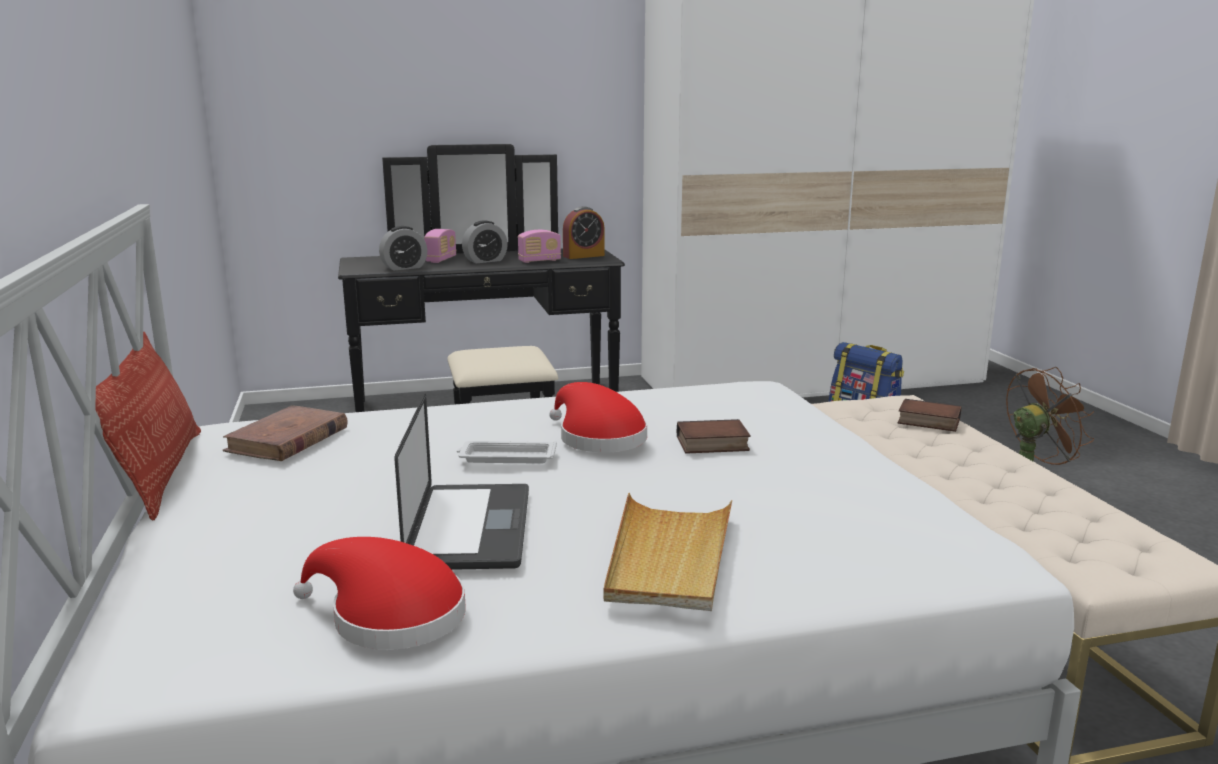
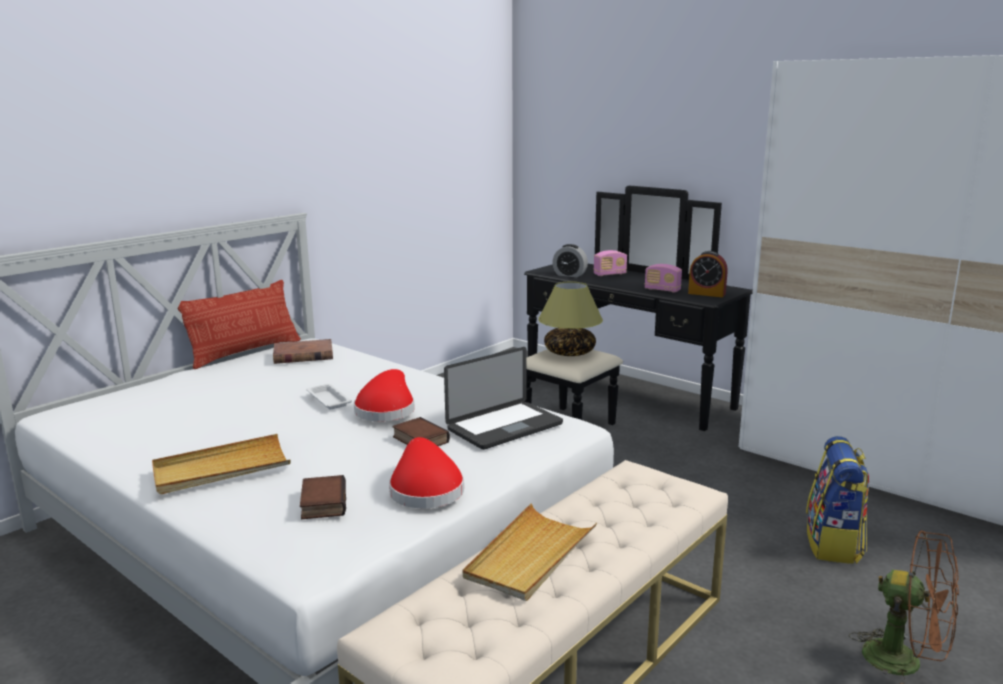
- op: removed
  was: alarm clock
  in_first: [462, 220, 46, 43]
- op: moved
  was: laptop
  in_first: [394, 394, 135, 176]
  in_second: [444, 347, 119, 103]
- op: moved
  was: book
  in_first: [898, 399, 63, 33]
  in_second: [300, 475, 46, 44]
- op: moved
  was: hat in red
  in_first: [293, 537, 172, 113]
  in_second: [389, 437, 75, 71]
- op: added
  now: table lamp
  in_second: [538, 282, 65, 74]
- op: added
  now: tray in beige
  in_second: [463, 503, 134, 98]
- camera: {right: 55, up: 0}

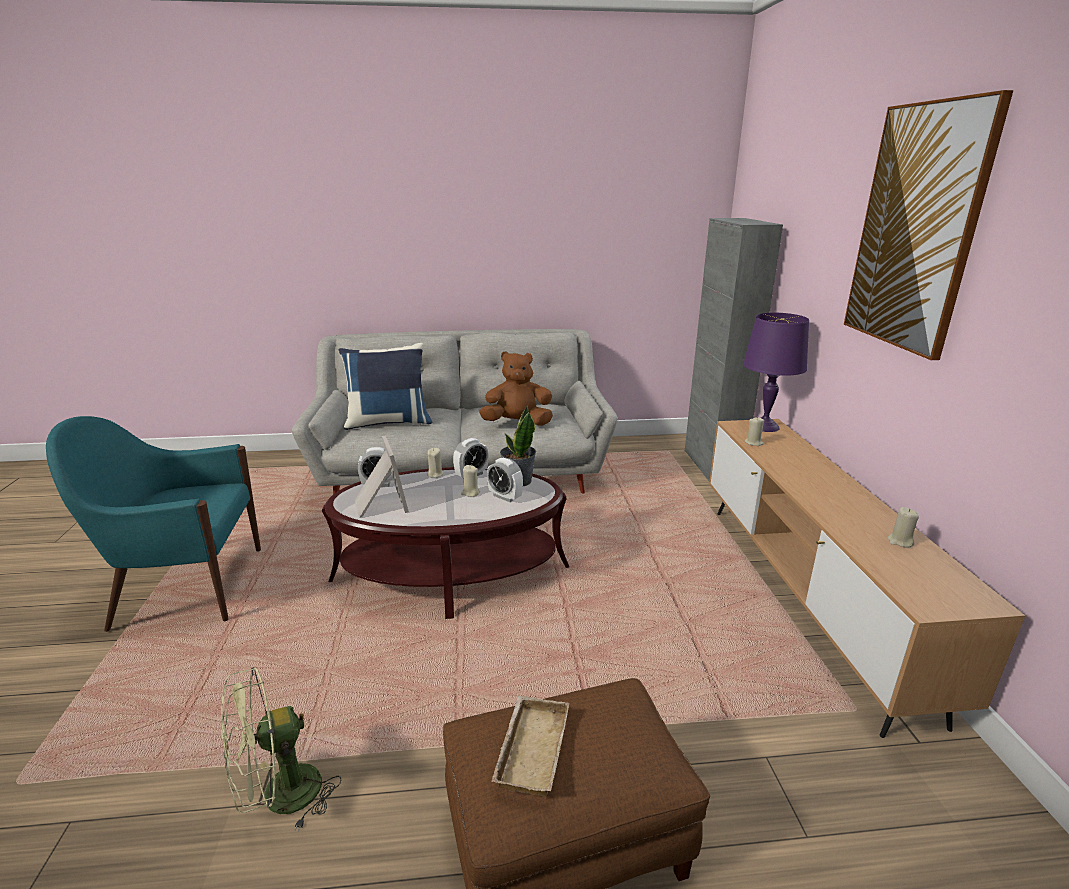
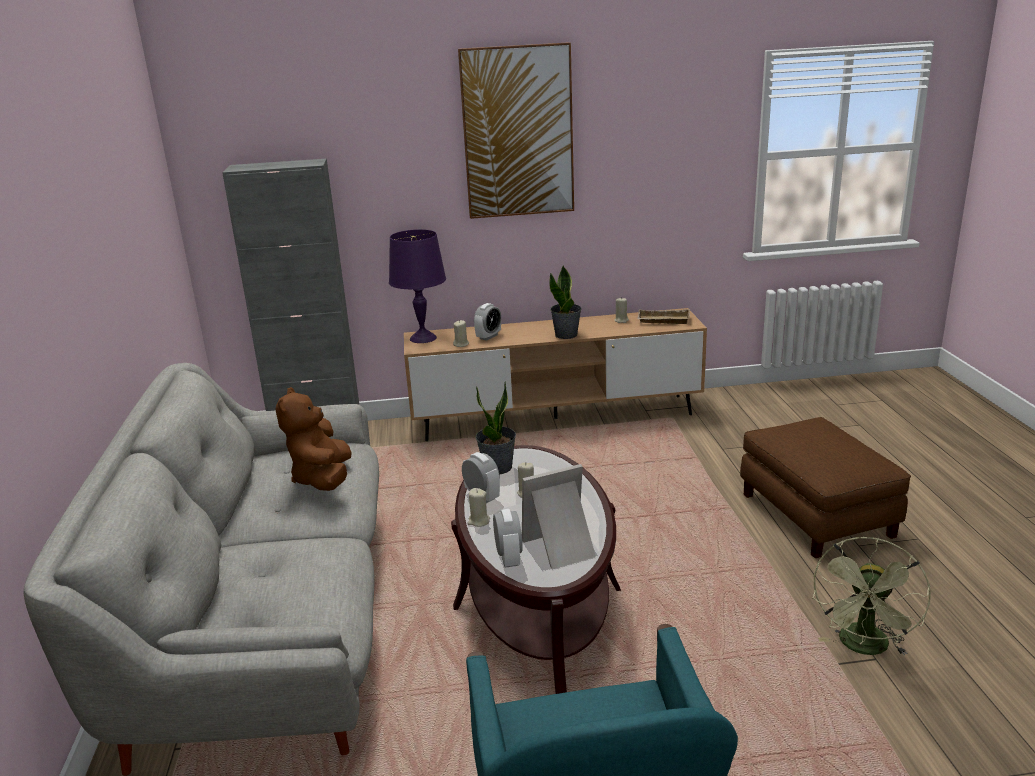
- op: removed
  was: pillow in blue
  in_first: [339, 343, 93, 87]
- op: moved
  was: alarm clock
  in_first: [487, 458, 36, 44]
  in_second: [474, 303, 27, 38]
- op: turned
  was: fan in green
  in_first: [221, 667, 120, 165]
  in_second: [813, 537, 118, 118]
  clockwise: 60
- op: moved
  was: tray in beige
  in_first: [491, 696, 79, 100]
  in_second: [637, 309, 53, 15]
- op: added
  now: potted plant
  in_second: [549, 265, 32, 74]
- camera: {right: -90, up: 0}

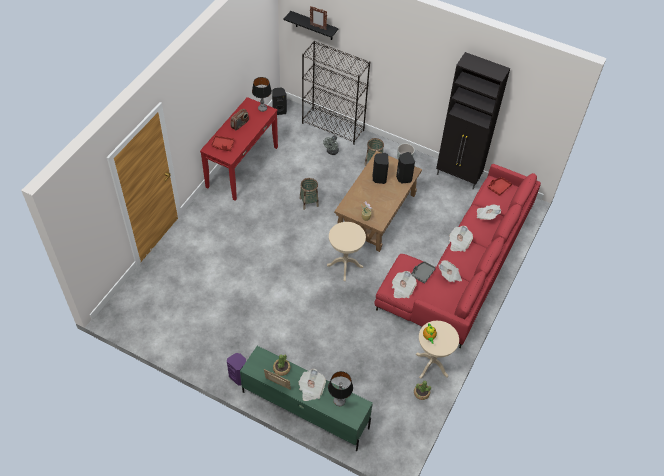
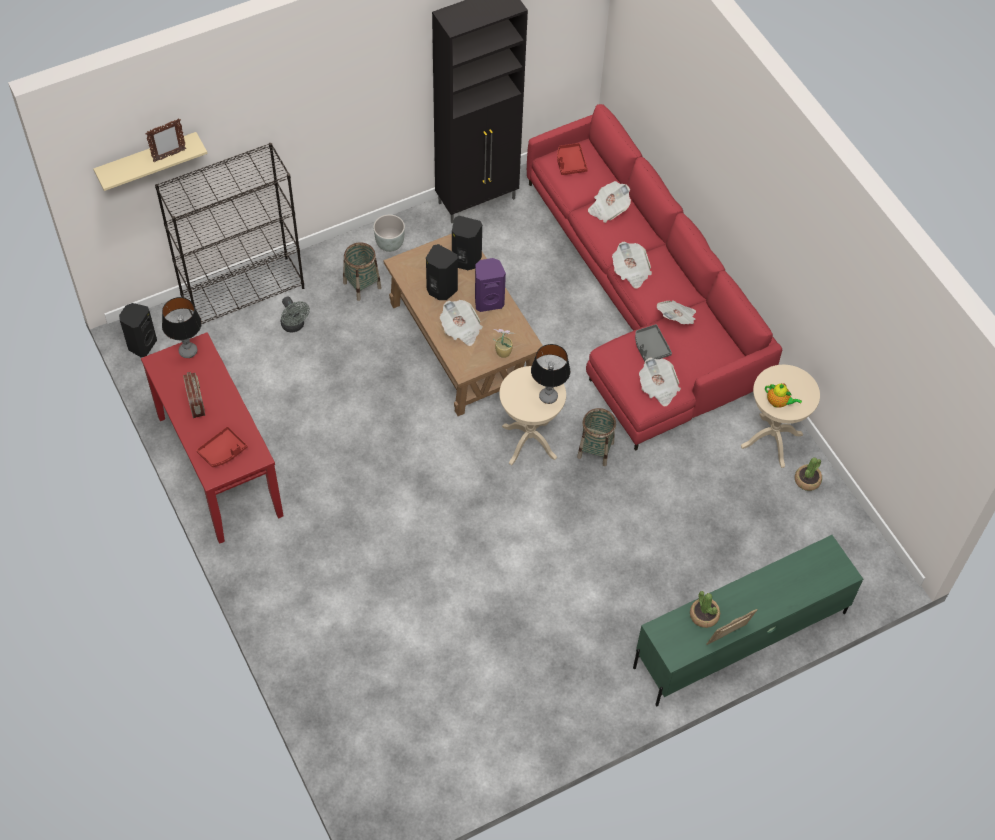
- op: recoloured
  was: shelf in black
  now: shelf in beige
  in_first: [283, 11, 56, 29]
  in_second: [93, 132, 114, 59]
- op: moved
  was: basket
  in_first: [300, 178, 19, 32]
  in_second: [577, 408, 39, 58]
- op: moved
  was: speaker in purple
  in_first: [227, 353, 19, 33]
  in_second: [475, 258, 31, 54]
- op: moved
  was: newspaper
  in_first: [298, 369, 28, 32]
  in_second: [440, 300, 43, 46]
- op: moved
  was: table lamp
  in_first: [328, 371, 25, 35]
  in_second: [531, 344, 39, 60]
- camera: {right: -55, up: 5}

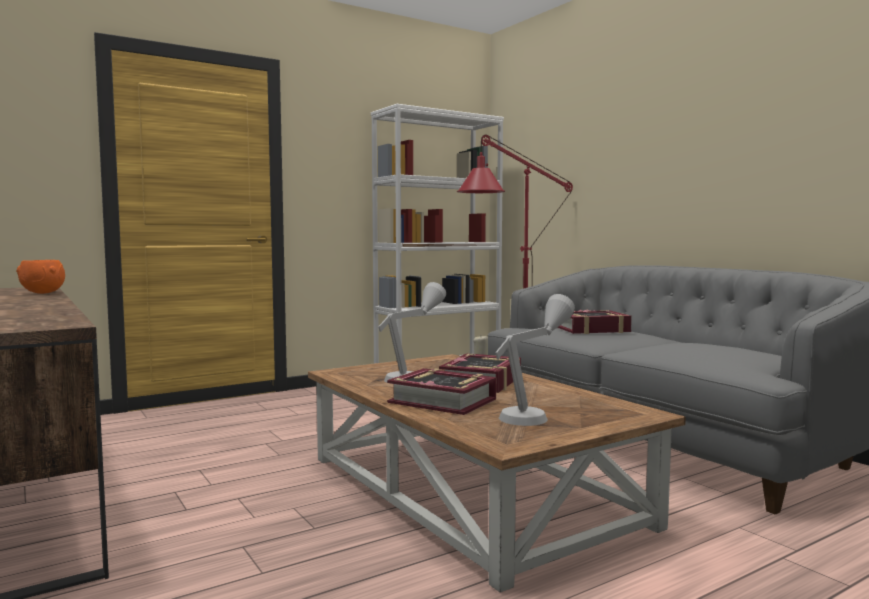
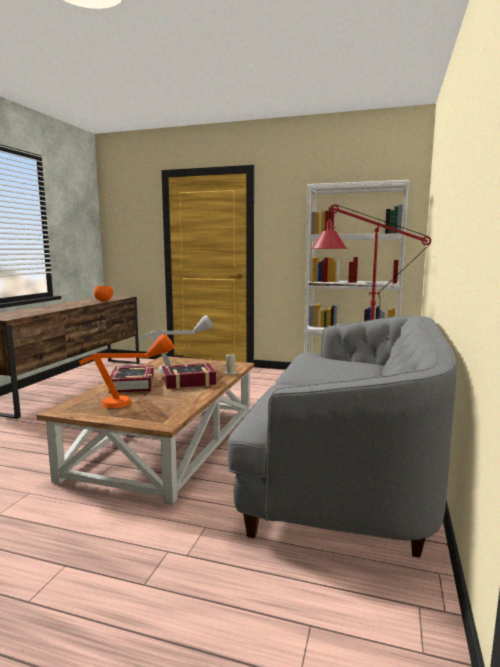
- op: recoloured
  was: table lamp in grey
  now: table lamp in orange
  in_first: [495, 294, 80, 132]
  in_second: [79, 334, 95, 74]
- op: removed
  was: book
  in_first: [557, 310, 75, 24]
- camera: {right: 50, up: 5}

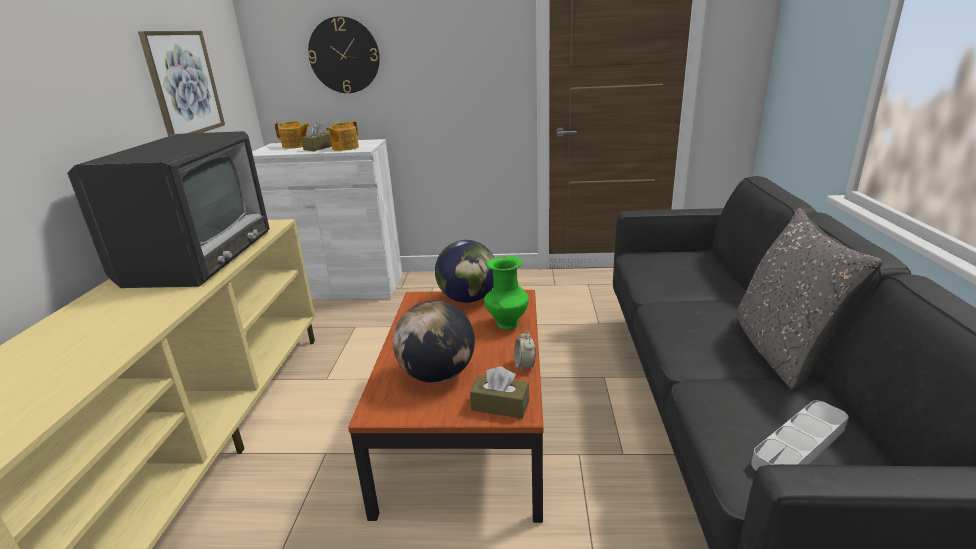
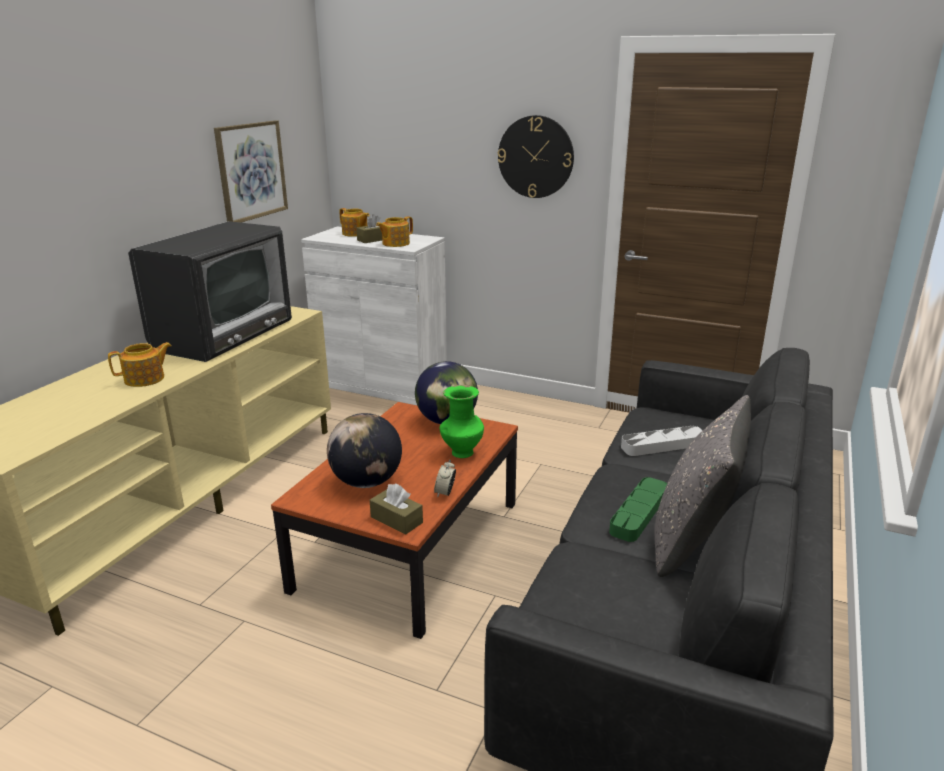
- op: moved
  was: wall clock
  in_first: [308, 16, 72, 77]
  in_second: [498, 115, 76, 83]
- op: moved
  was: tray in grey
  in_first: [751, 400, 97, 70]
  in_second: [621, 426, 82, 30]
- op: added
  now: teapot
  in_second: [108, 342, 64, 45]
- op: added
  now: tray in green
  in_second: [609, 477, 58, 65]
- camera: {right: 20, up: 0}

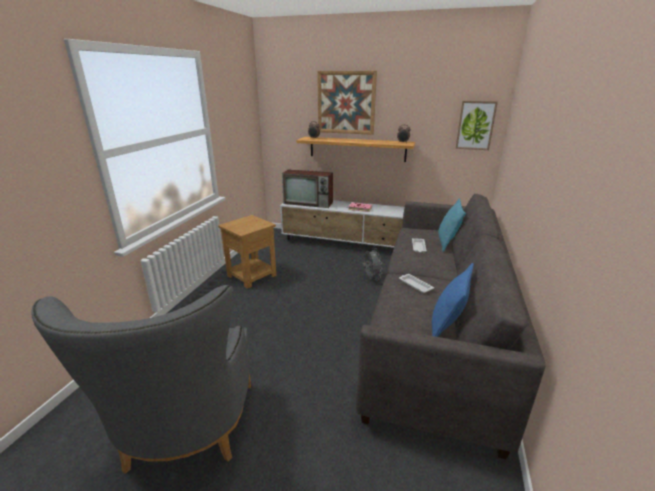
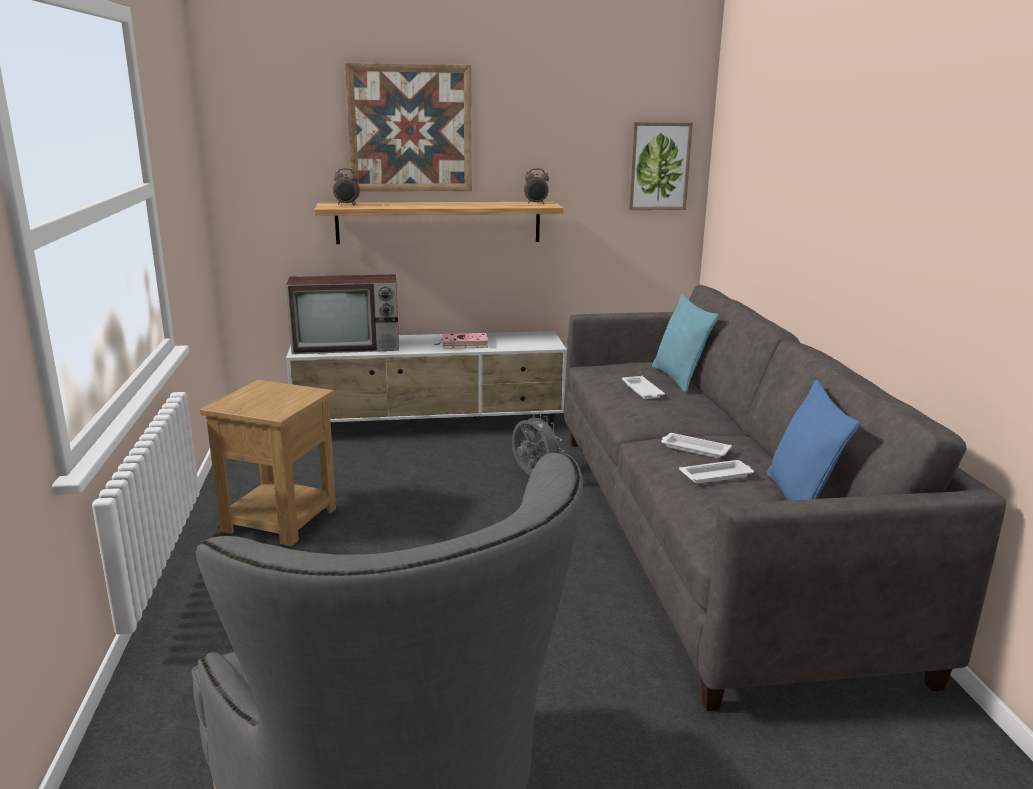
- op: added
  now: tray in white
  in_second: [679, 460, 75, 24]
- camera: {right: -25, up: -5}

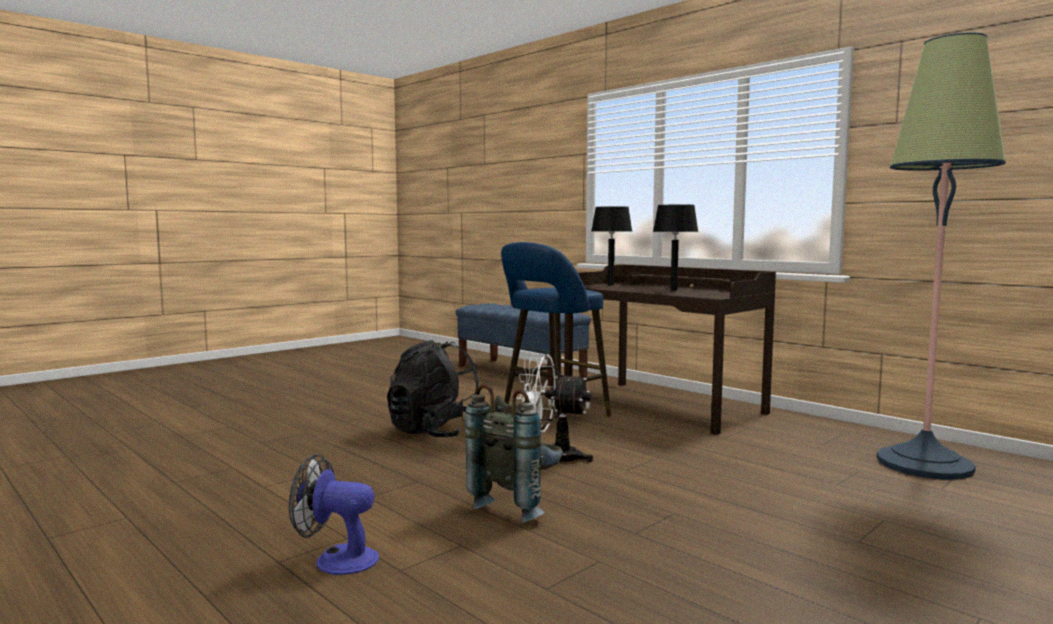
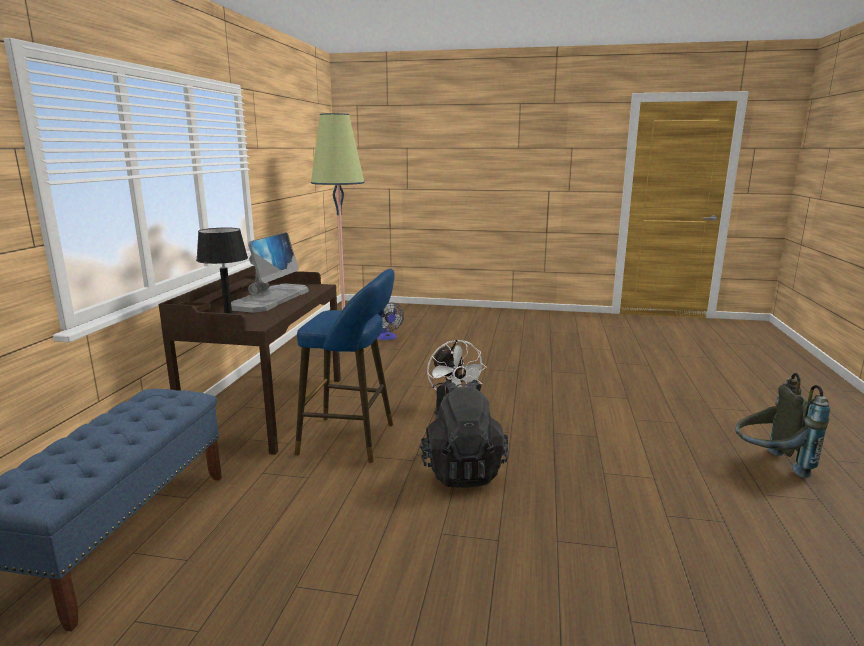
- op: replaced
  was: table lamp in black
  now: monitor
  in_first: [653, 204, 45, 87]
  in_second: [231, 232, 78, 81]
- op: moved
  was: backpack in grey
  in_first: [465, 384, 98, 138]
  in_second: [735, 373, 95, 105]
- op: moved
  was: fan
  in_first: [289, 454, 90, 121]
  in_second: [377, 302, 27, 38]
- camera: {right: -125, up: 10}

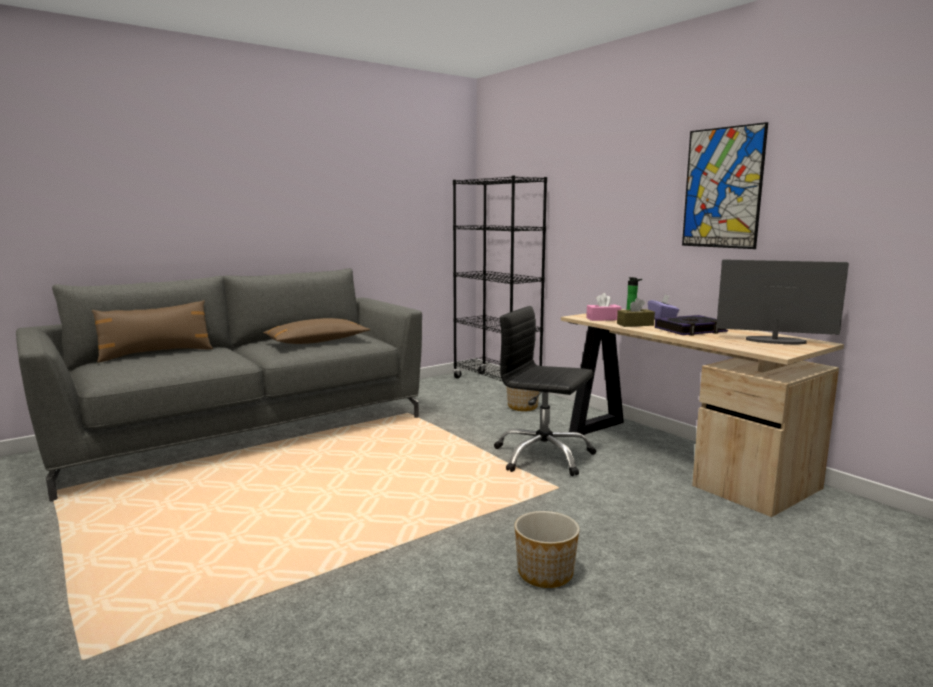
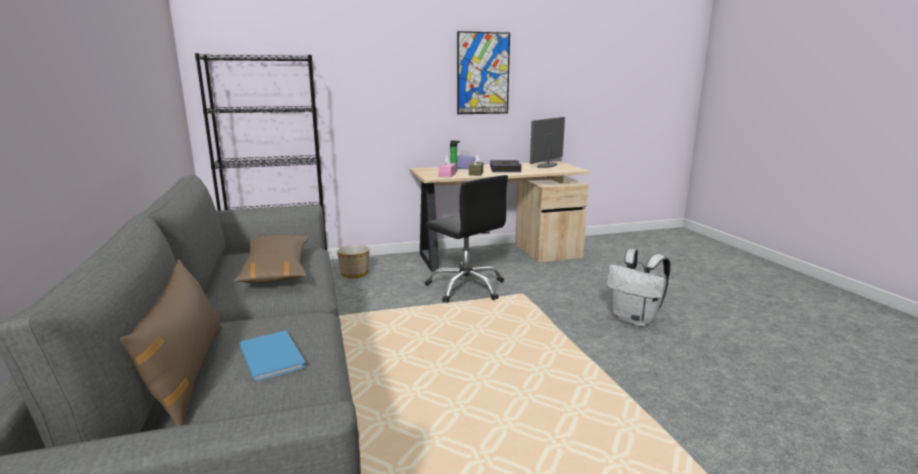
- op: turned
  was: office chair in black
  in_first: [494, 306, 102, 170]
  in_second: [425, 175, 83, 128]
  clockwise: -90
- op: replaced
  was: planter
  now: backpack in white
  in_first: [514, 511, 66, 77]
  in_second: [606, 249, 65, 77]
- op: added
  now: book in blue
  in_second: [239, 331, 67, 51]
- camera: {right: -70, up: 5}

